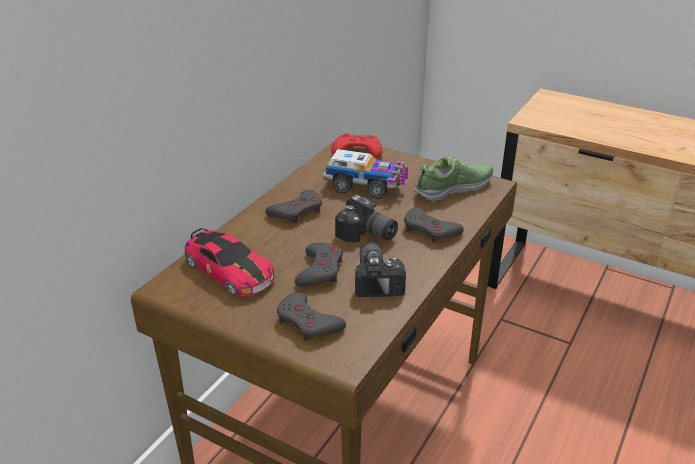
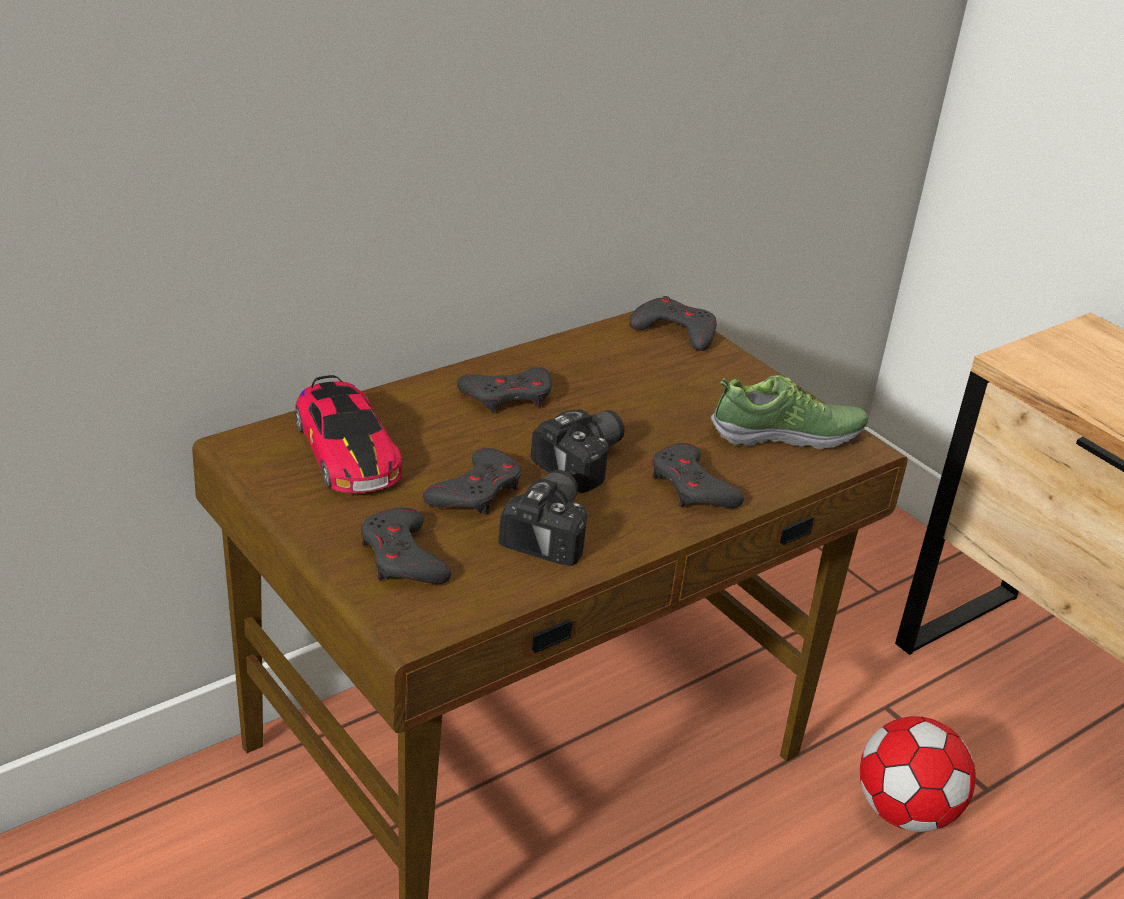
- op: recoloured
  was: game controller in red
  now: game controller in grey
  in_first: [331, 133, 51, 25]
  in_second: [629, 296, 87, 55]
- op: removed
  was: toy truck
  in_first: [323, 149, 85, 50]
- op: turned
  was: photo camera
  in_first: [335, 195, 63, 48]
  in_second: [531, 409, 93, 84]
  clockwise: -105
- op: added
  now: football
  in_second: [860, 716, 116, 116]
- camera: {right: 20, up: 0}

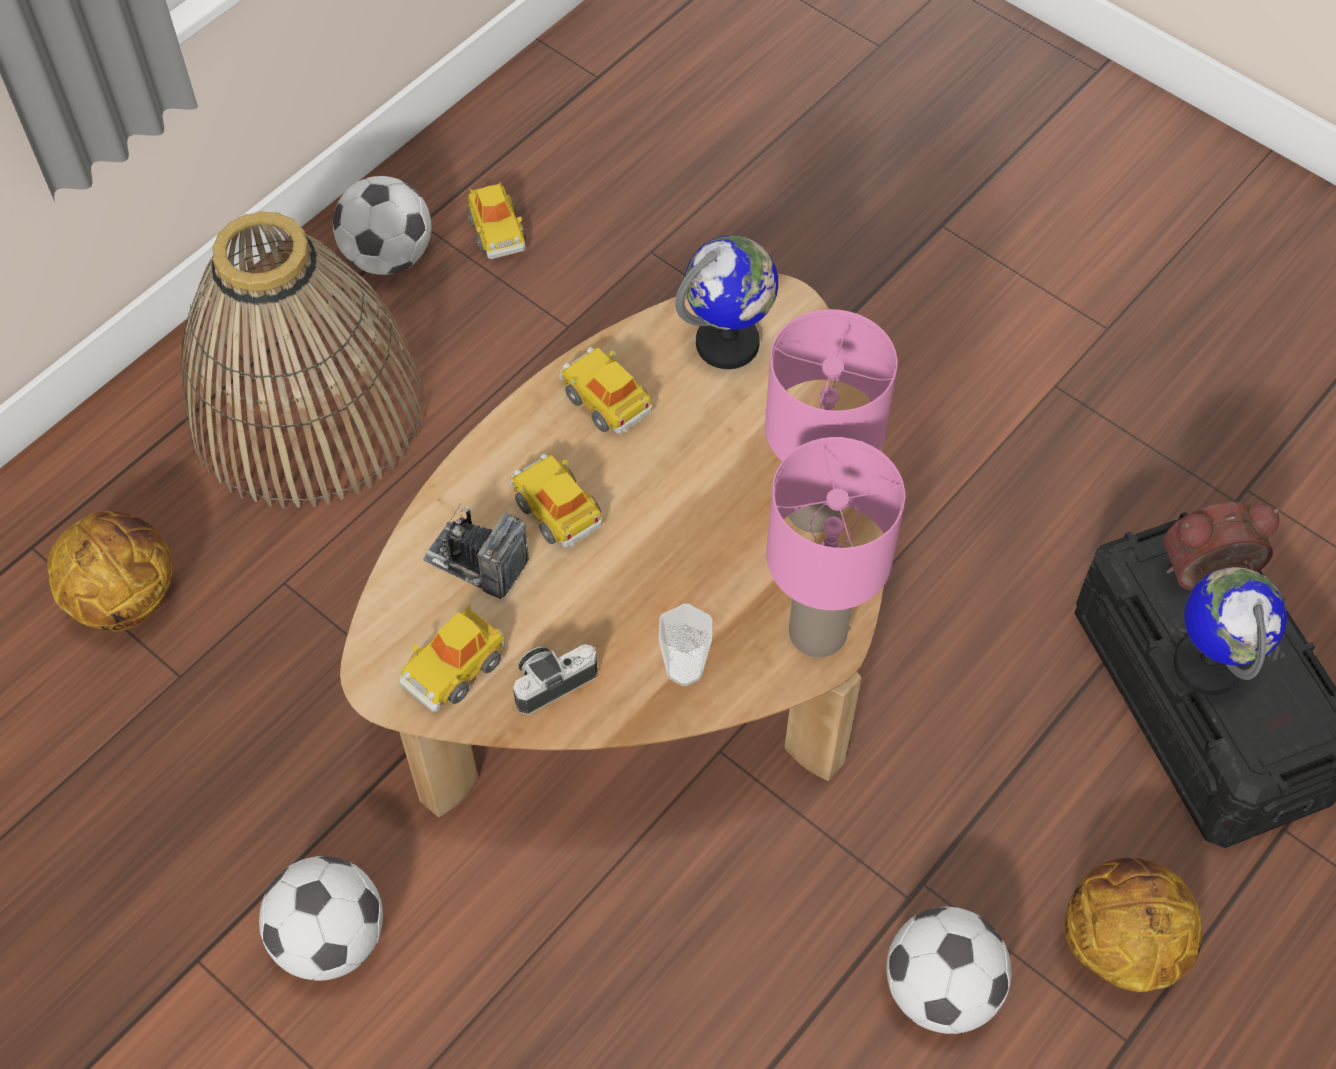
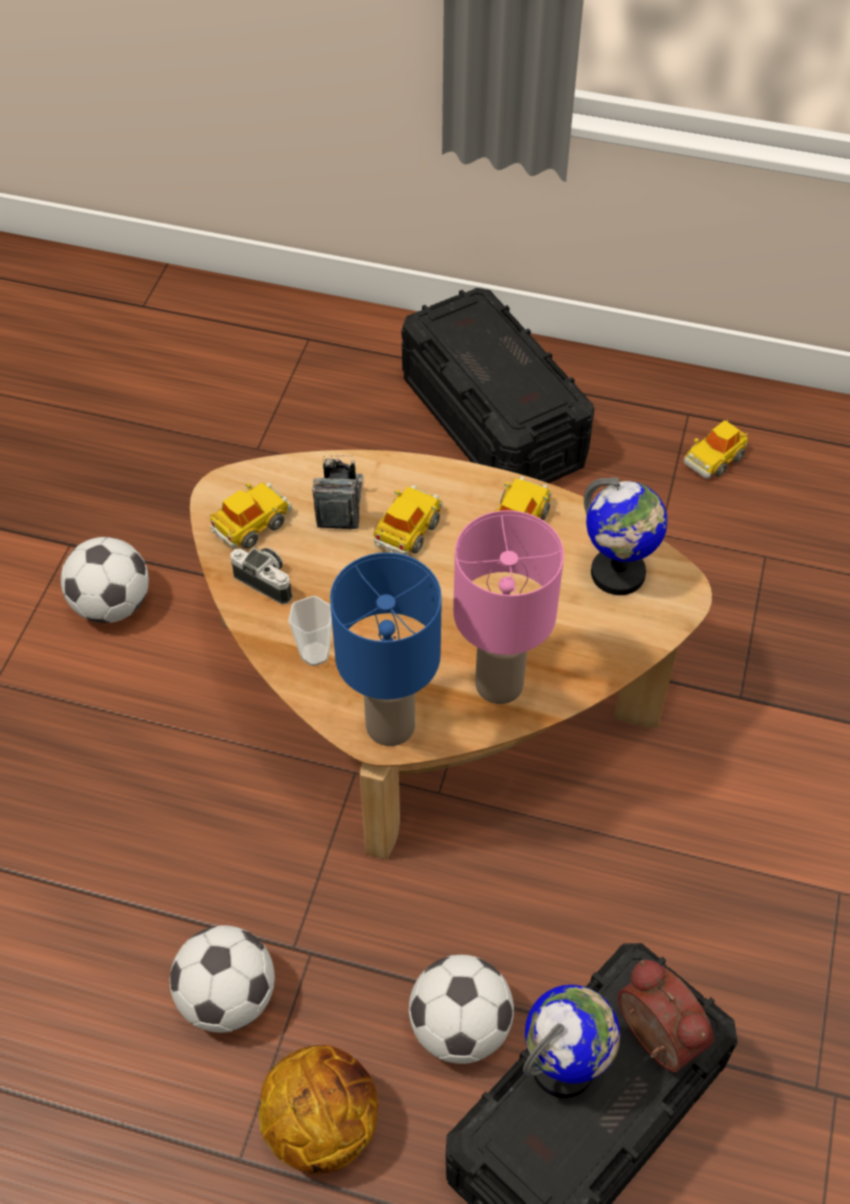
- op: moved
  was: football
  in_first: [333, 176, 99, 99]
  in_second: [409, 955, 105, 109]
- op: replaced
  was: basket
  now: storage box in black
  in_first: [181, 211, 244, 298]
  in_second: [402, 288, 193, 195]
- op: recoloured
  was: table lamp in pink
  now: table lamp in blue
  in_first: [767, 437, 138, 221]
  in_second: [330, 552, 112, 194]
- op: removed
  was: basketball
  in_first: [47, 510, 126, 121]
- op: turned
  was: toy car
  in_first: [399, 604, 105, 108]
  in_second: [209, 482, 83, 67]
  clockwise: 120
- camera: {right: 65, up: -5}

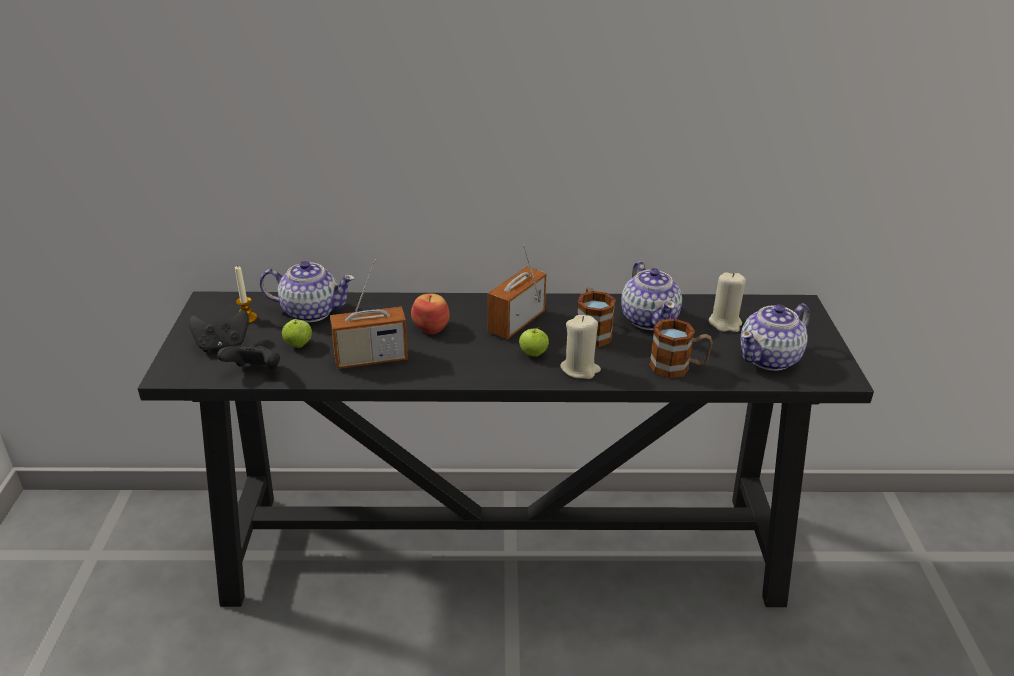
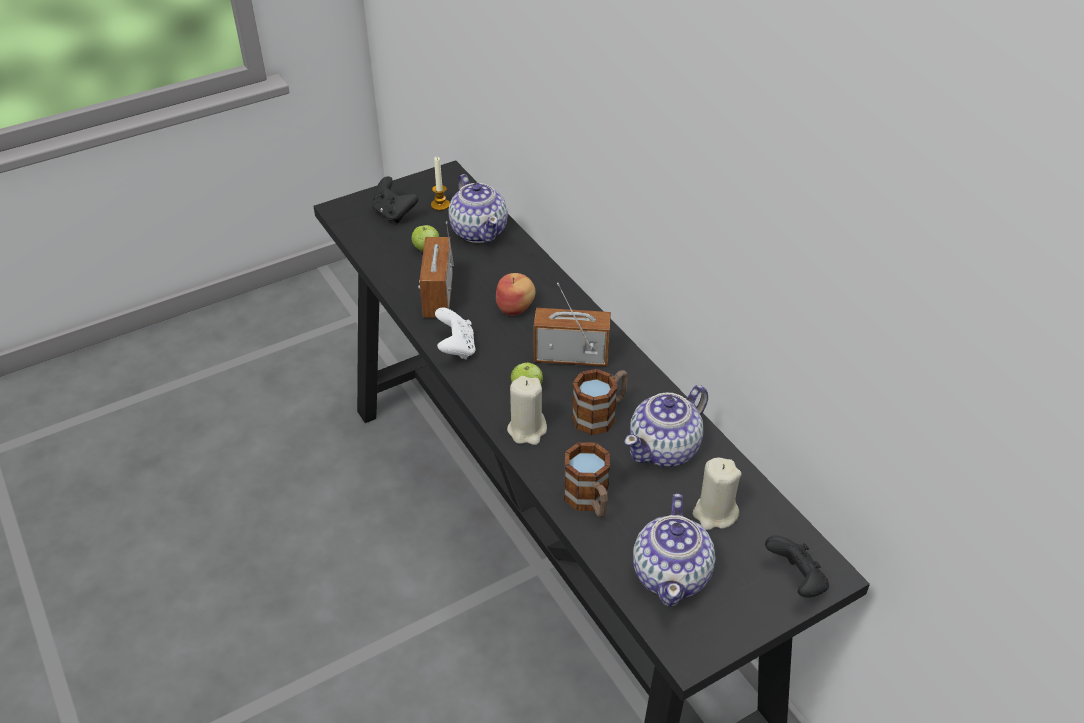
- op: turned
  was: radio
  in_first: [330, 259, 78, 110]
  in_second: [418, 221, 36, 96]
  clockwise: 45
- op: turned
  was: teapot
  in_first: [740, 304, 70, 67]
  in_second: [633, 493, 82, 114]
  clockwise: -105
- op: moved
  was: game controller in black
  in_first: [217, 343, 63, 27]
  in_second: [765, 535, 64, 63]
- op: added
  now: game controller in white
  in_second: [435, 308, 41, 52]
- camera: {right: 60, up: 10}

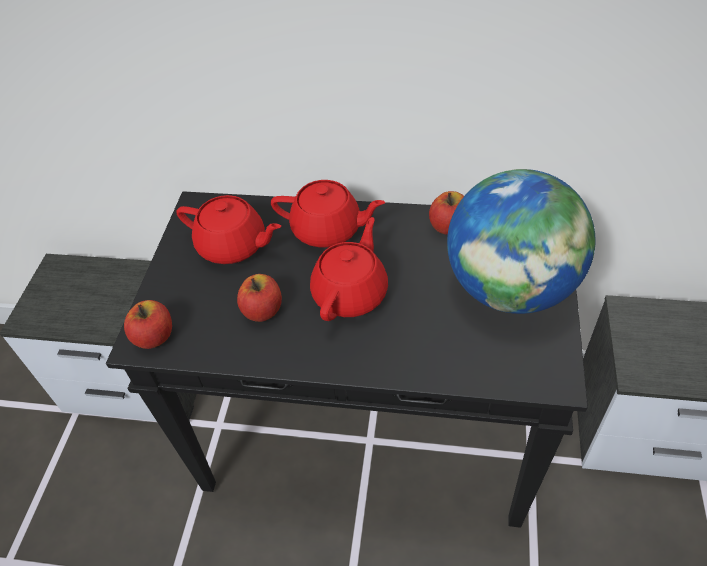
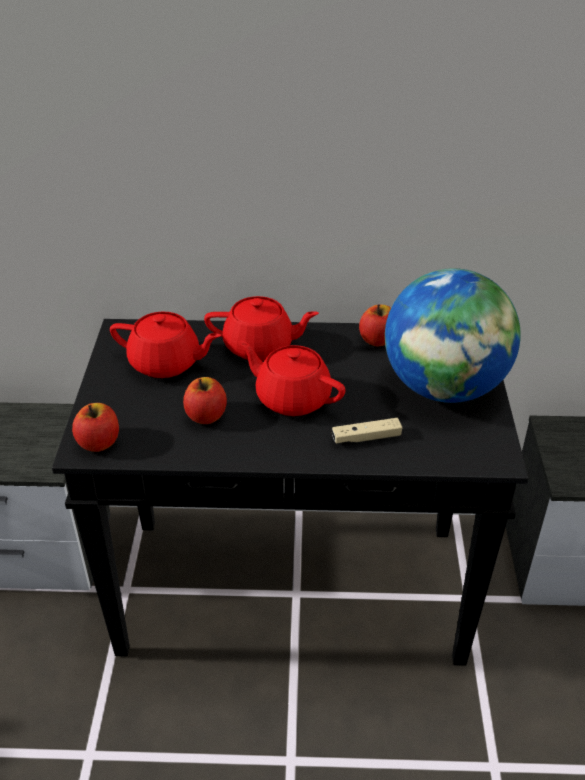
- op: turned
  was: teapot in red
  in_first: [310, 217, 78, 104]
  in_second: [238, 341, 108, 75]
  clockwise: -75
- op: added
  now: game controller in beige
  in_second: [332, 418, 70, 25]
- camera: {right: -10, up: -10}

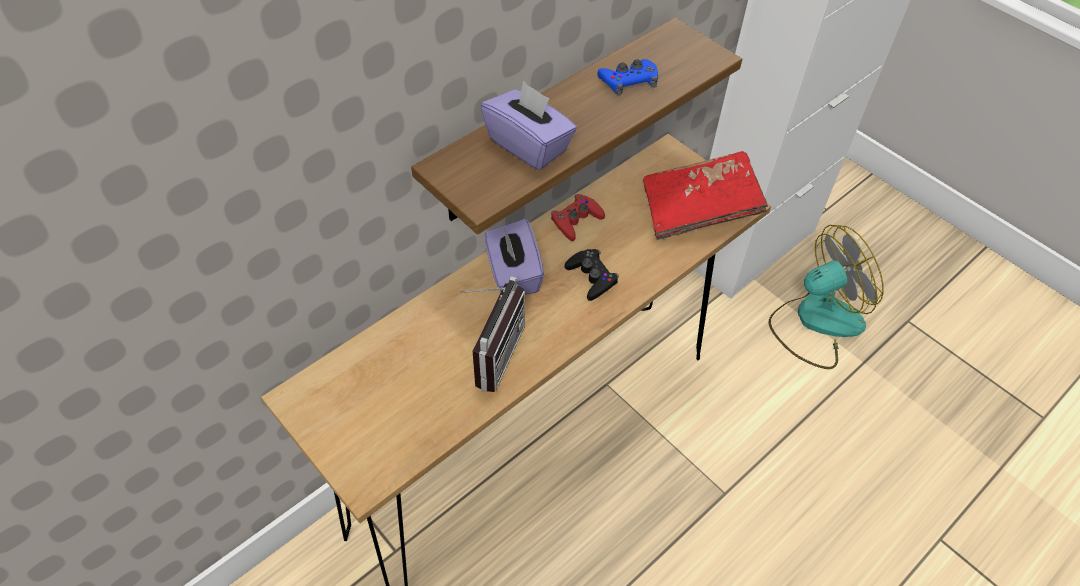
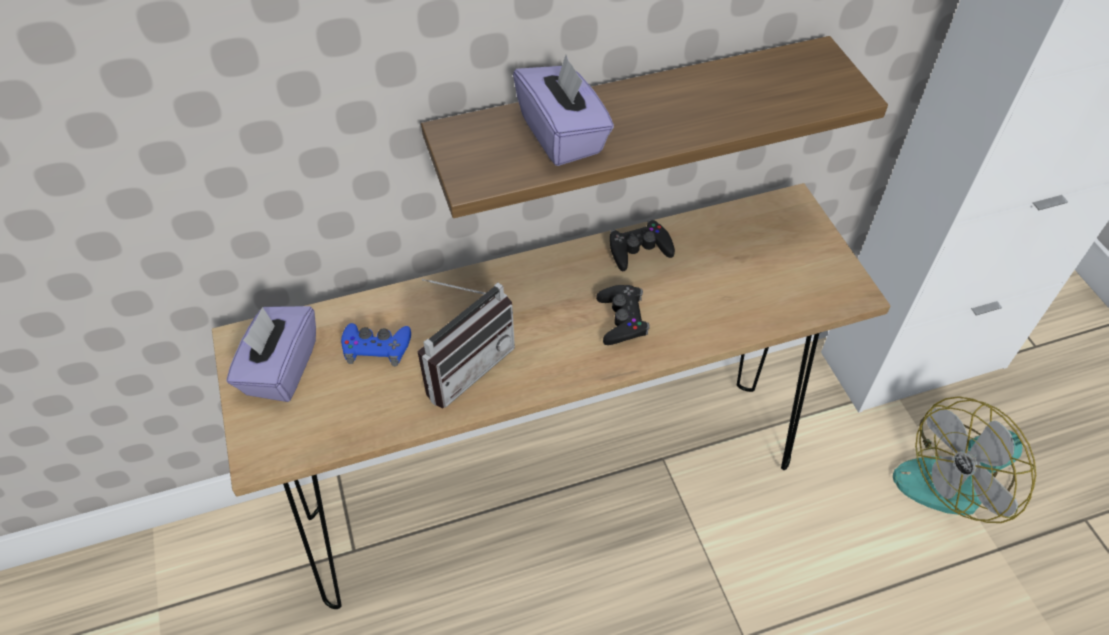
- op: moved
  was: game controller in blue
  in_first: [597, 59, 61, 37]
  in_second: [341, 323, 70, 43]
- op: removed
  was: book in red
  in_first: [643, 151, 125, 89]
- op: recoloured
  was: game controller in red
  now: game controller in black
  in_first: [551, 194, 54, 47]
  in_second: [610, 219, 65, 52]
- op: moved
  was: tissue box in purple
  in_first: [485, 219, 59, 76]
  in_second: [226, 306, 90, 96]
- op: turned
  was: fan
  in_first: [768, 225, 116, 144]
  in_second: [893, 396, 143, 127]
  clockwise: 150
- camera: {right: 25, up: 0}

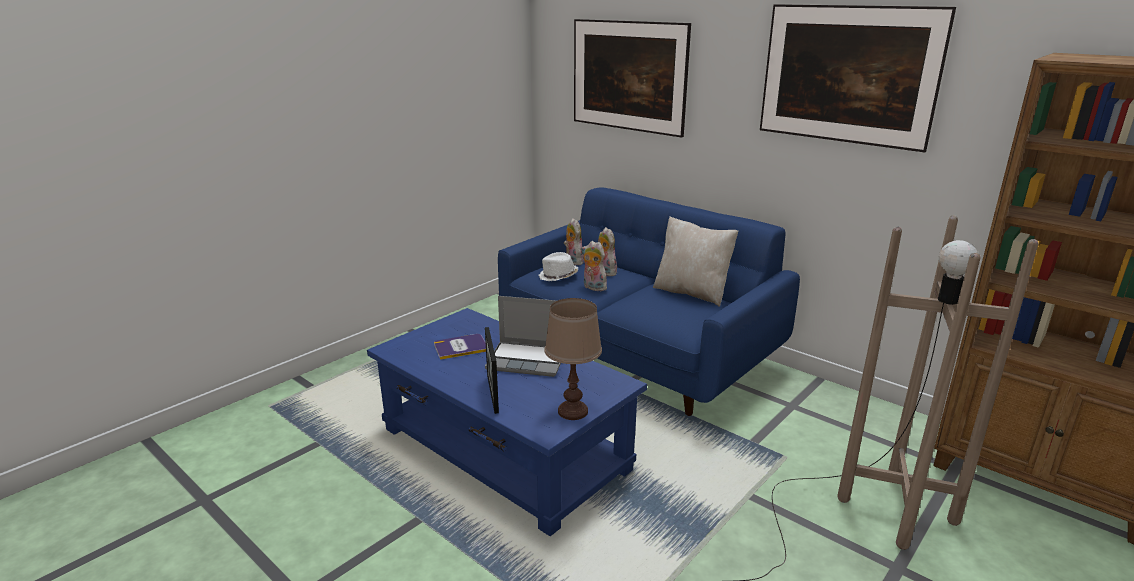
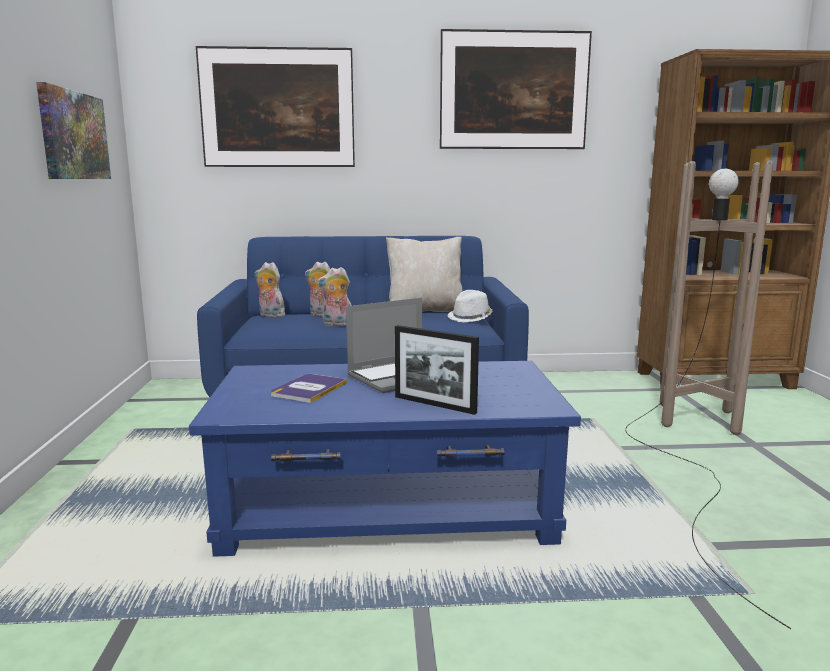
- op: moved
  was: hat in white
  in_first: [538, 252, 40, 29]
  in_second: [448, 290, 44, 33]
- op: removed
  was: table lamp in brown
  in_first: [544, 298, 58, 122]
- op: added
  now: picture
  in_second: [36, 82, 75, 97]
- camera: {right: -45, up: -10}

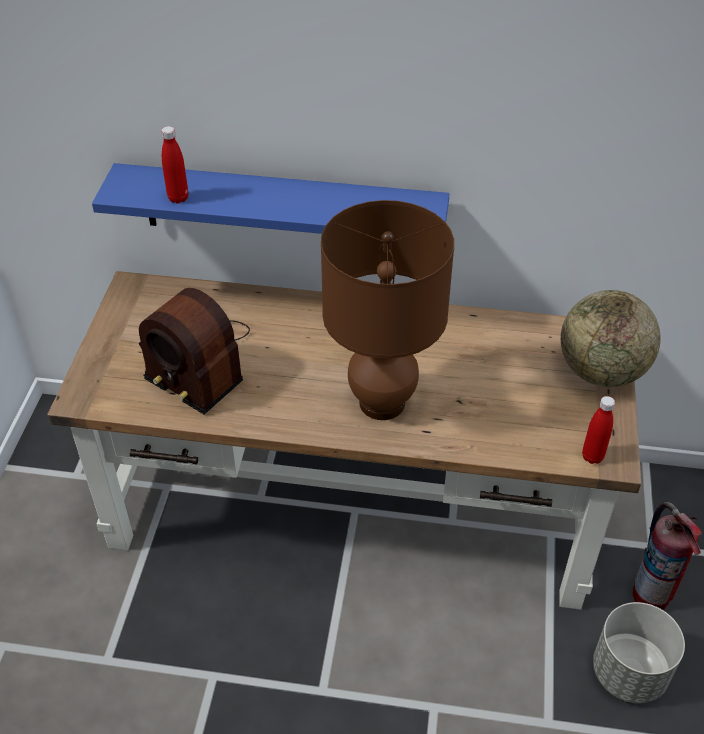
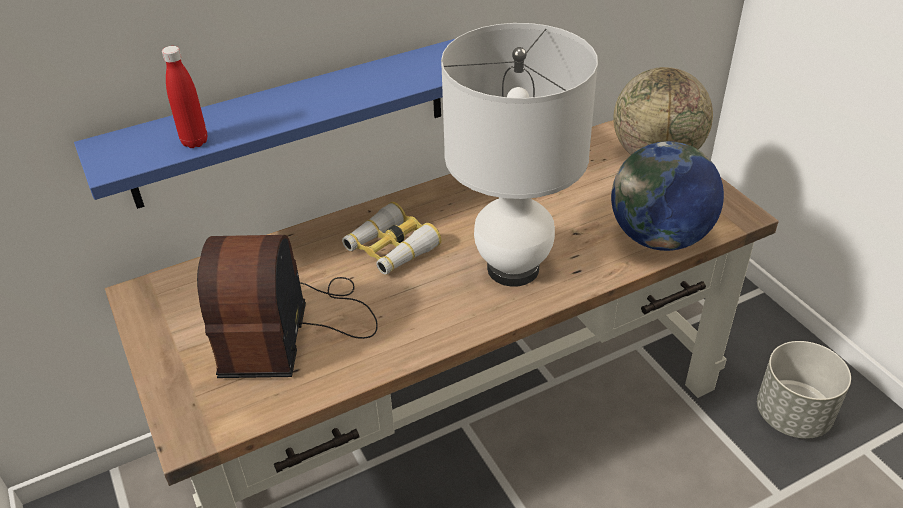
- op: recoloured
  was: table lamp in brown
  now: table lamp in white
  in_first: [321, 200, 133, 220]
  in_second: [441, 23, 157, 264]
- op: turned
  was: radio
  in_first: [139, 288, 111, 126]
  in_second: [197, 235, 181, 143]
  clockwise: 90
- op: removed
  was: bottle in red
  in_first: [582, 396, 33, 68]
- op: removed
  was: fire extinguisher
  in_first: [633, 502, 69, 108]
- op: added
  now: globe
  in_second: [611, 141, 113, 110]
- op: added
  now: binoculars
  in_second: [342, 202, 99, 73]
- camera: {right: -35, up: -5}

